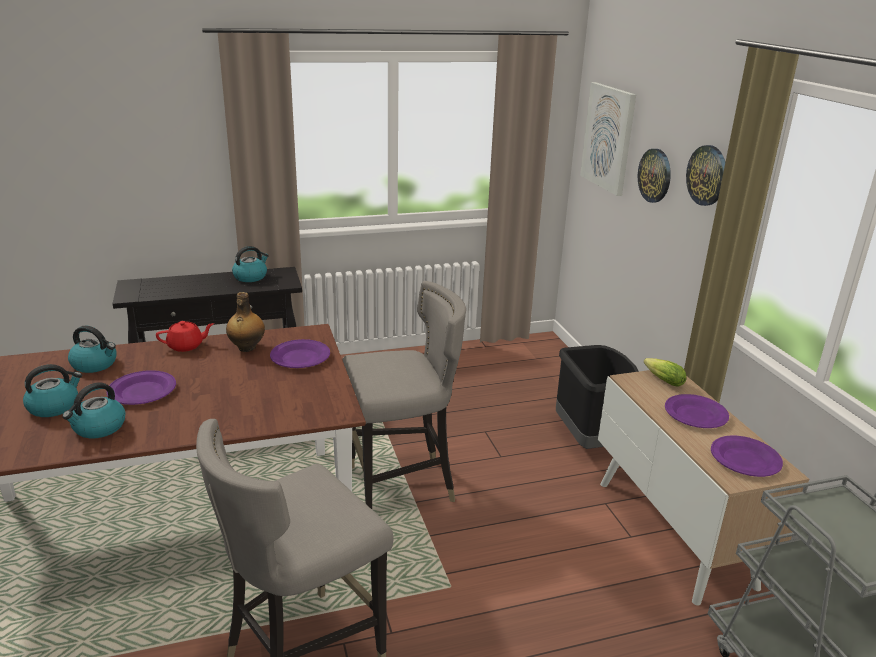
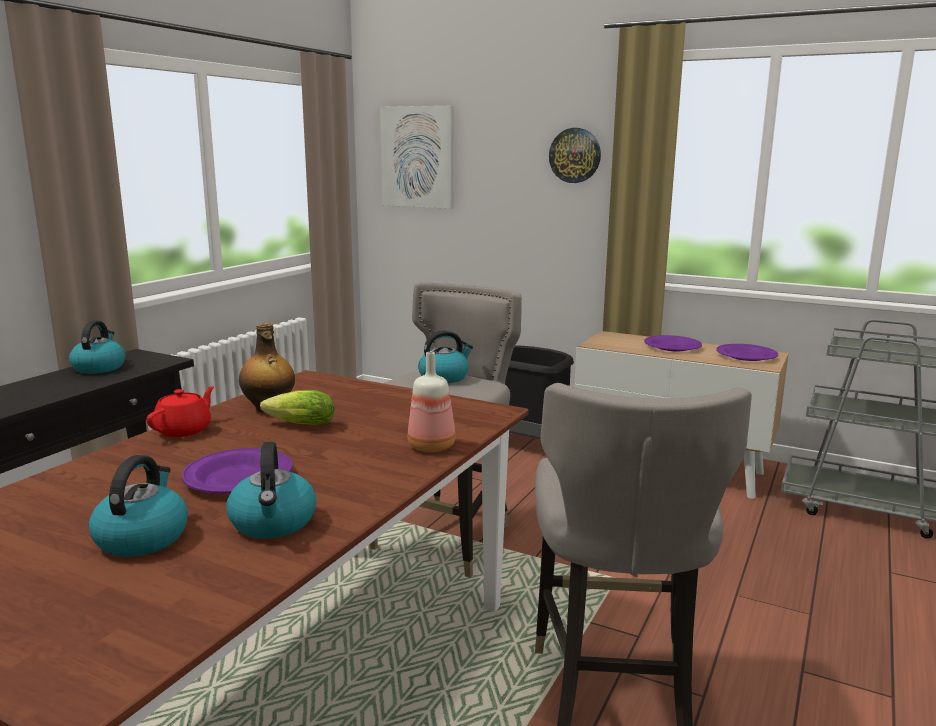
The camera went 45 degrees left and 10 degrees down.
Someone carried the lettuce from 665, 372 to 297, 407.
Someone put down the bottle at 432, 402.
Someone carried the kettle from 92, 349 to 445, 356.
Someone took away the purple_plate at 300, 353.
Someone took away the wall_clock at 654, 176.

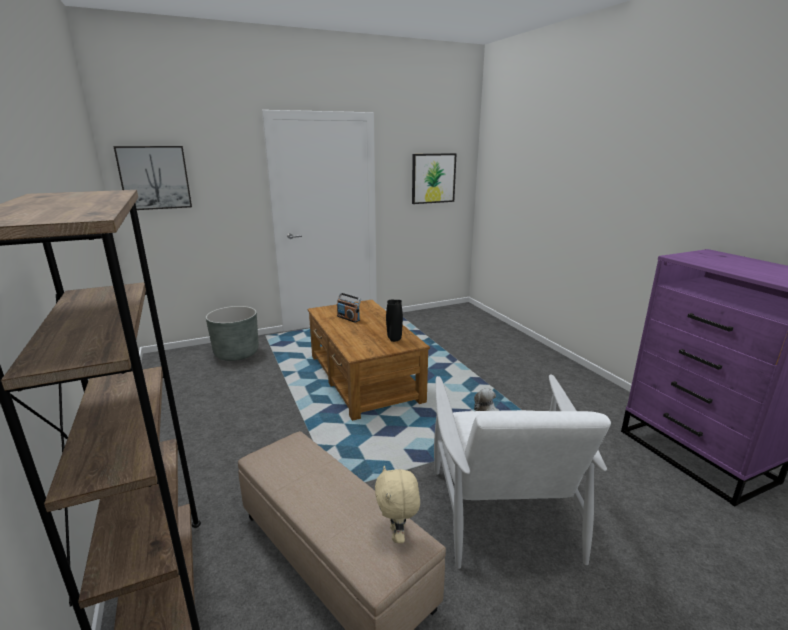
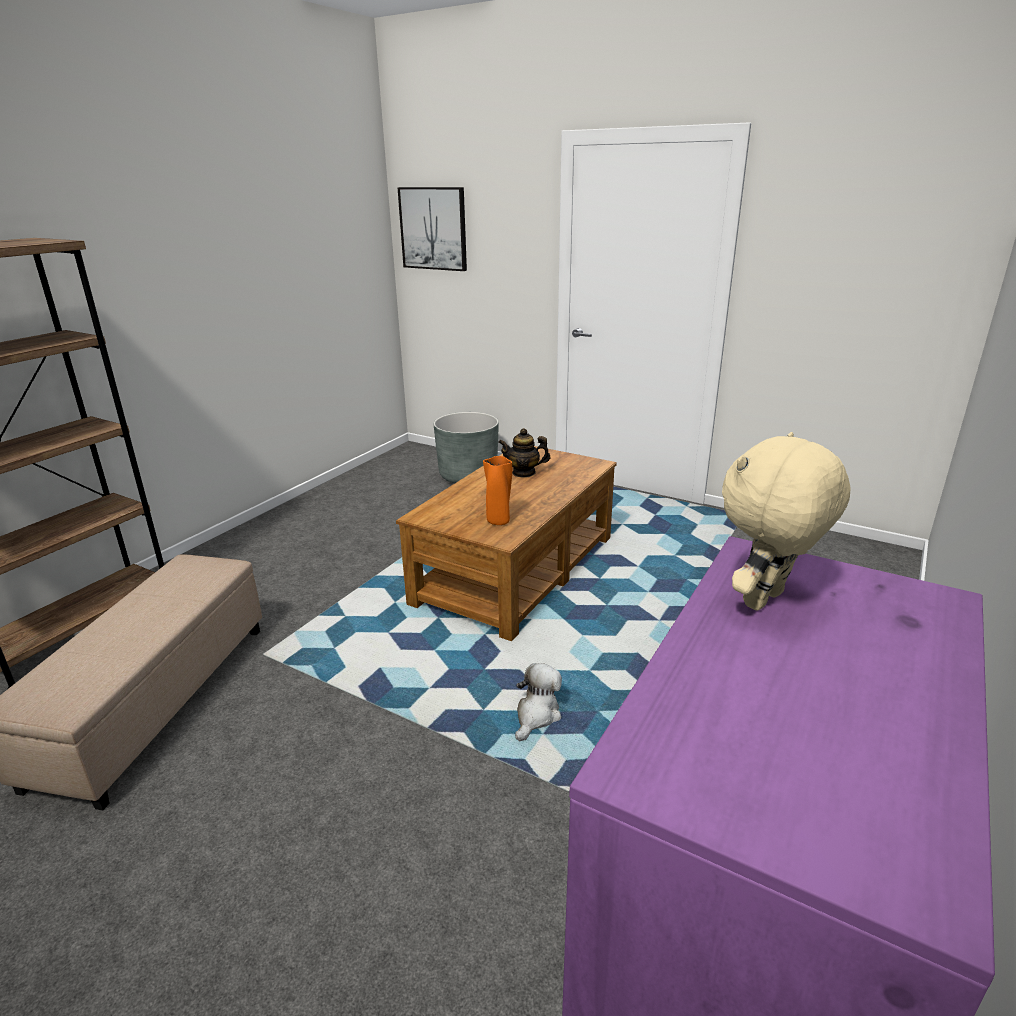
The camera went 55 degrees right and 5 degrees up.
Someone repainted the black_vase at 394, 321, which became the orange_vase at 497, 490.
Someone swapped the radio at 349, 308 for the teapot at 524, 453.
Someone carried the beige_plush_toy from 397, 504 to 786, 521.
Someone took away the picture at 434, 178.
Someone took away the white_armchair at 522, 471.

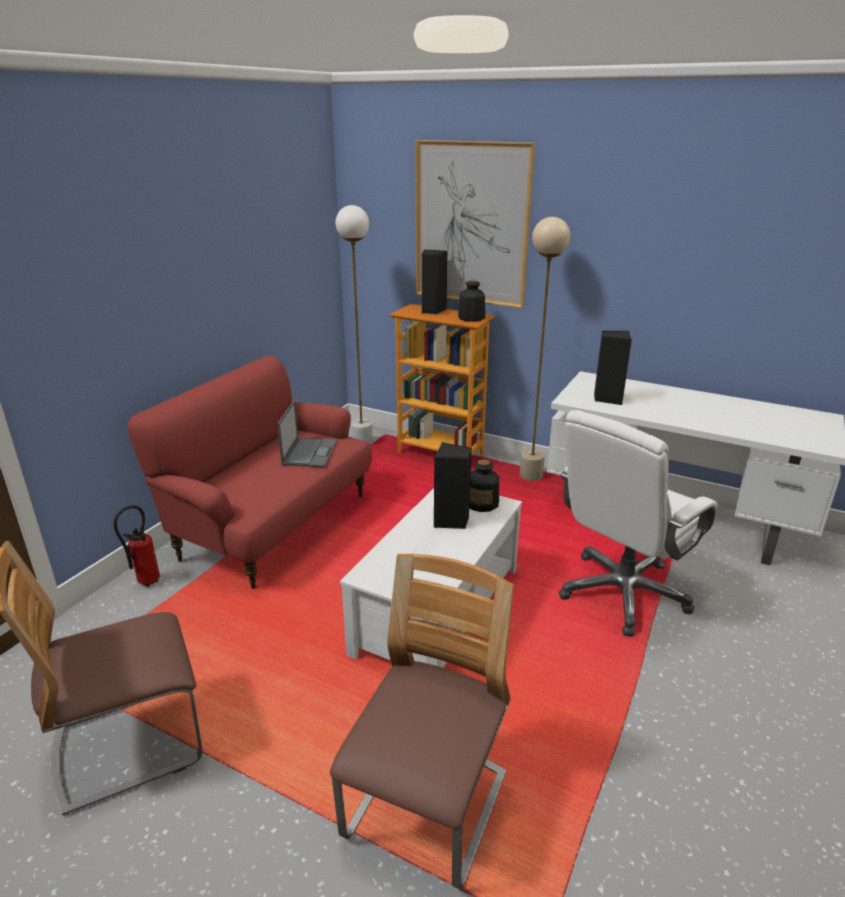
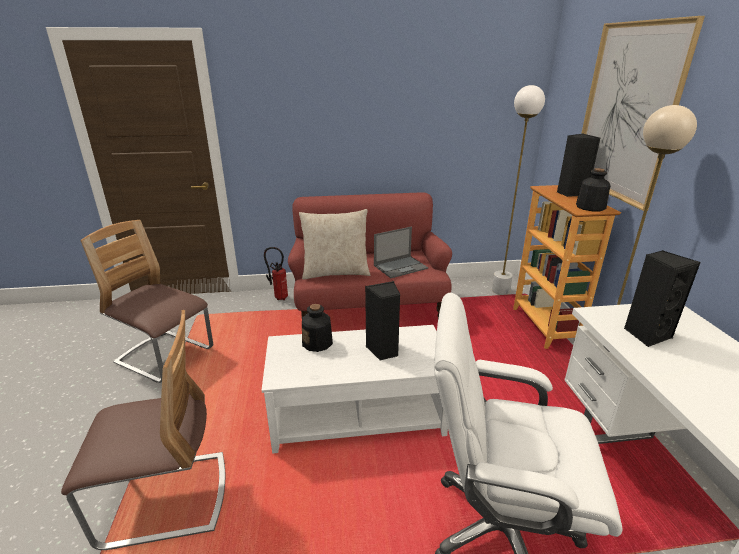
The camera went 55 degrees right and 0 degrees up.
Someone put down the beige_pillow at 334, 244.
Someone carried the bottle from 484, 485 to 317, 328.

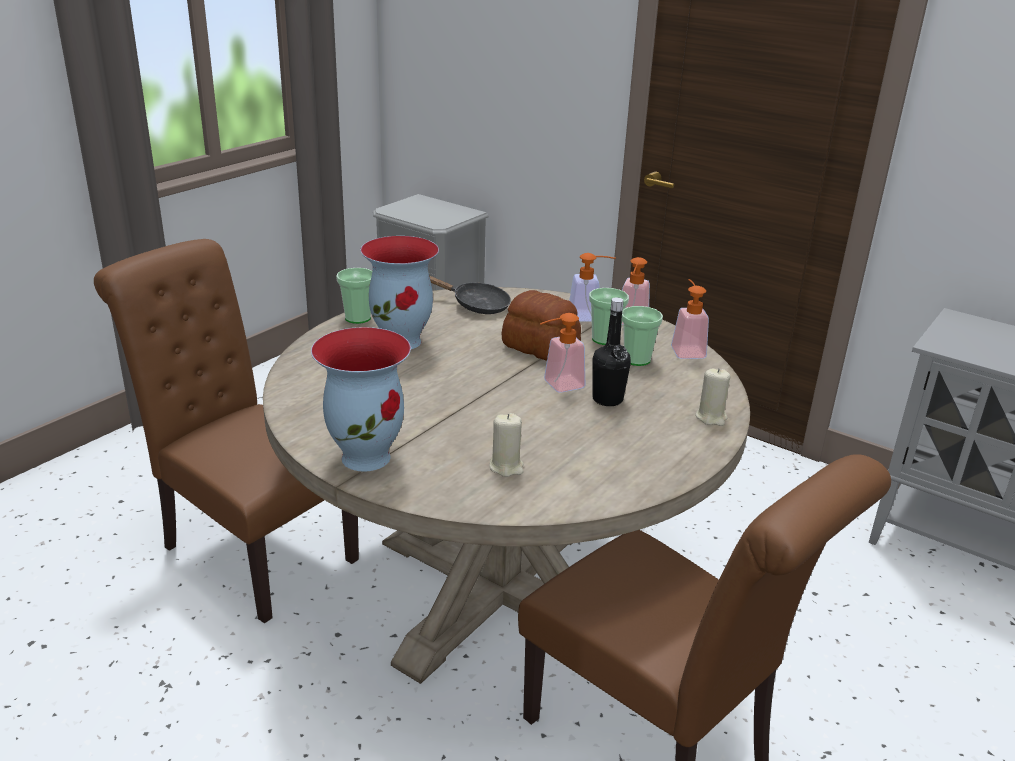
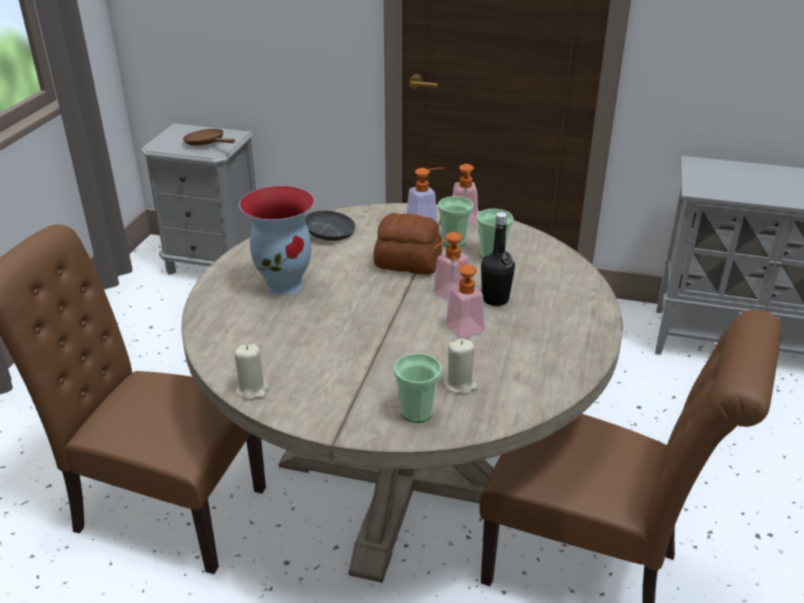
The camera went 20 degrees left and 5 degrees up.
Someone put down the brown_frying_pan at 209, 137.
Someone carried the beige_candle from 712, 397 to 251, 372.
Someone carried the cup from 354, 296 to 417, 388.
Someone carried the soap_dispenser from 690, 319 to 465, 297.
Someone took away the vase at 361, 399.

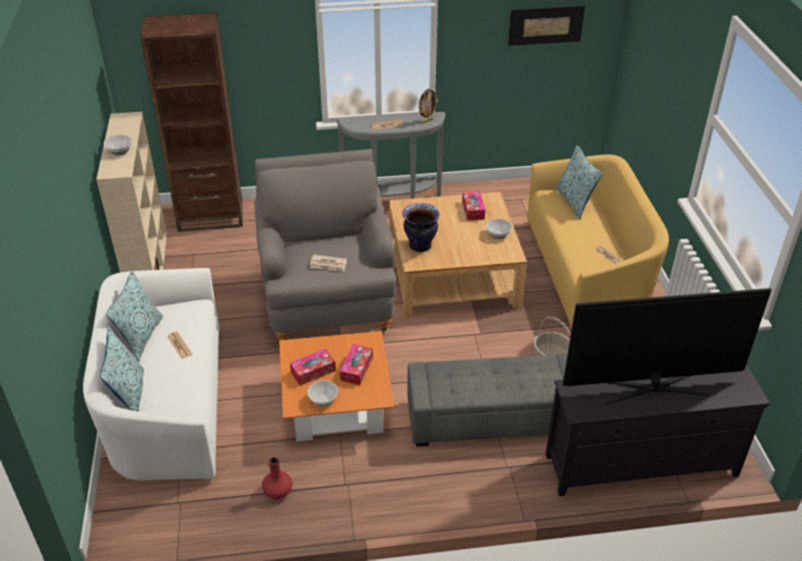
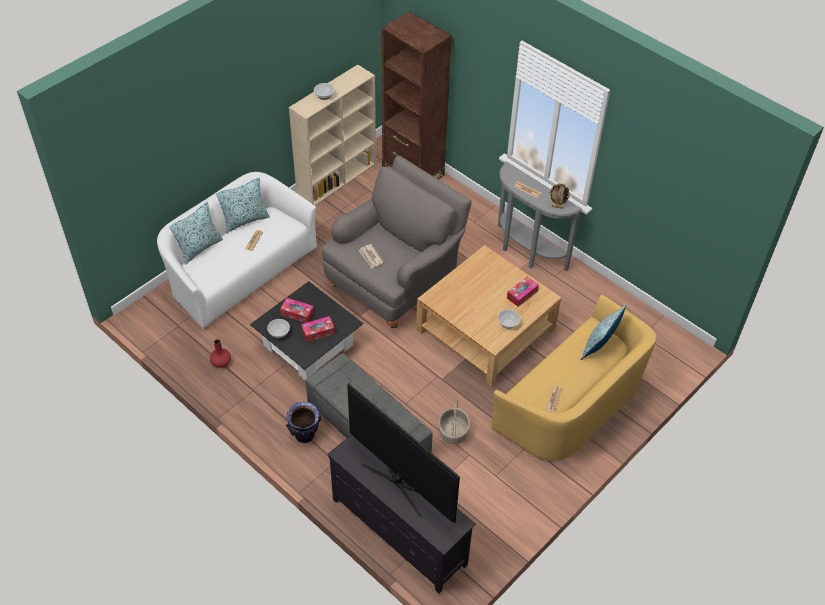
The camera went 50 degrees right and 10 degrees up.
Someone repainted the orange_coffee_table at 337, 386, which became the black_coffee_table at 306, 331.
Someone carried the vase from 421, 227 to 303, 422.
Someone took away the picture at 546, 26.

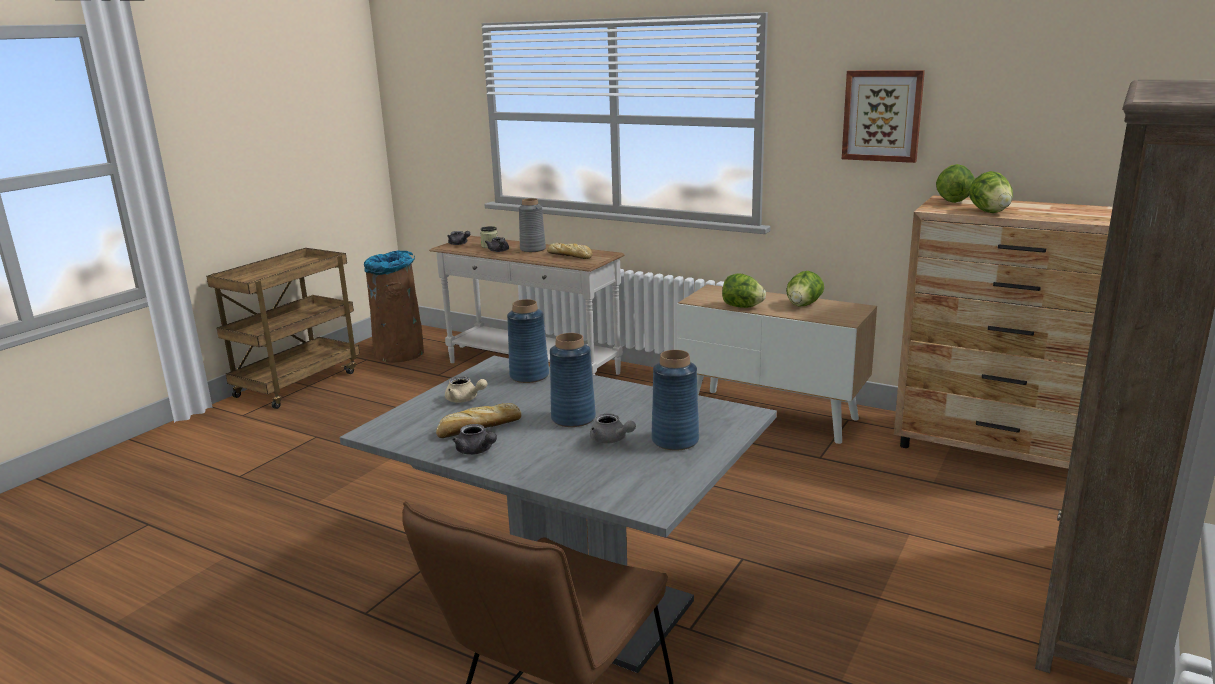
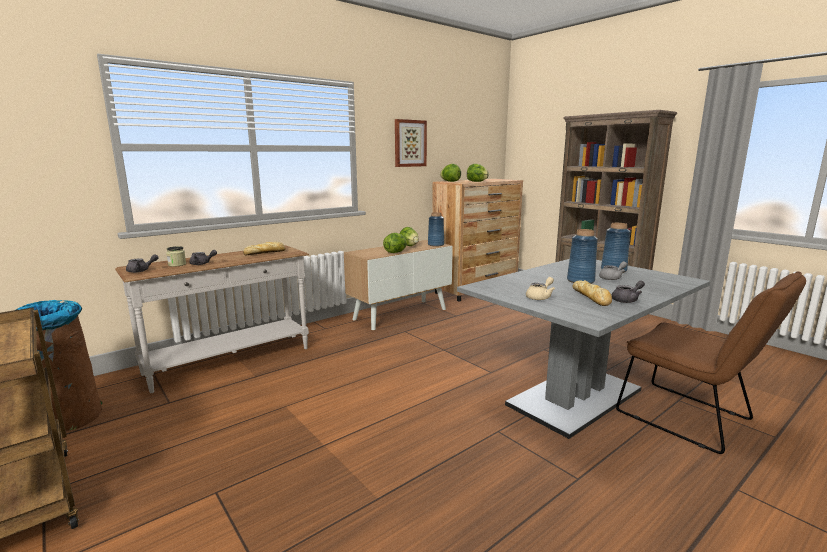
The camera went 70 degrees left and 5 degrees down.
Someone carried the blue_vase from 528, 341 to 436, 229.
Someone took away the grey_vase at 532, 225.

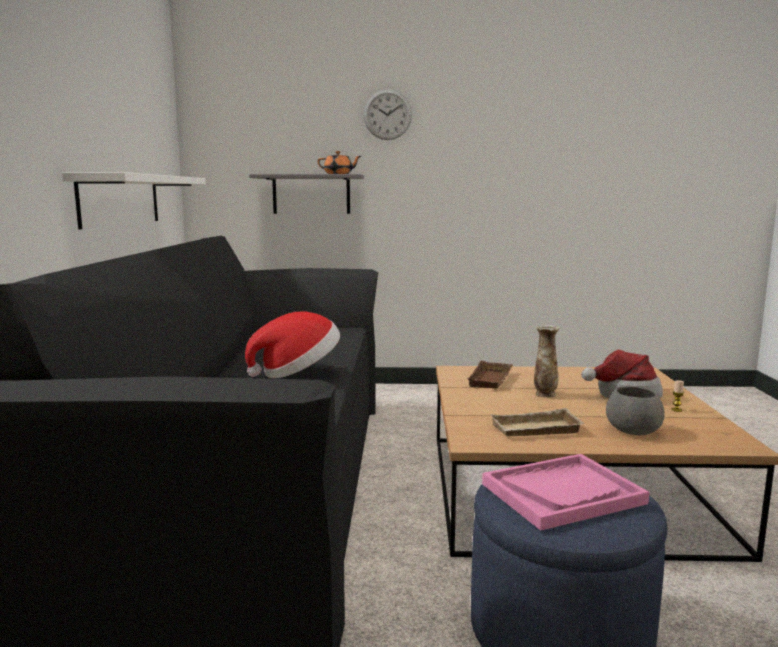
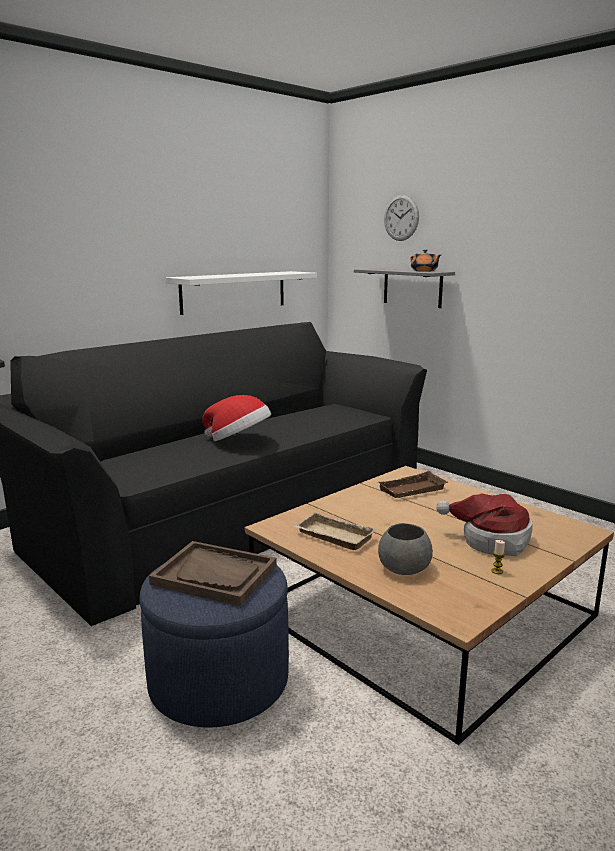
The camera went 45 degrees right and 5 degrees up.
Someone repainted the pink_tray at 565, 492, which became the brown_tray at 213, 573.
Someone carried the wall_clock from 388, 114 to 401, 218.
Someone took away the vase at 547, 361.

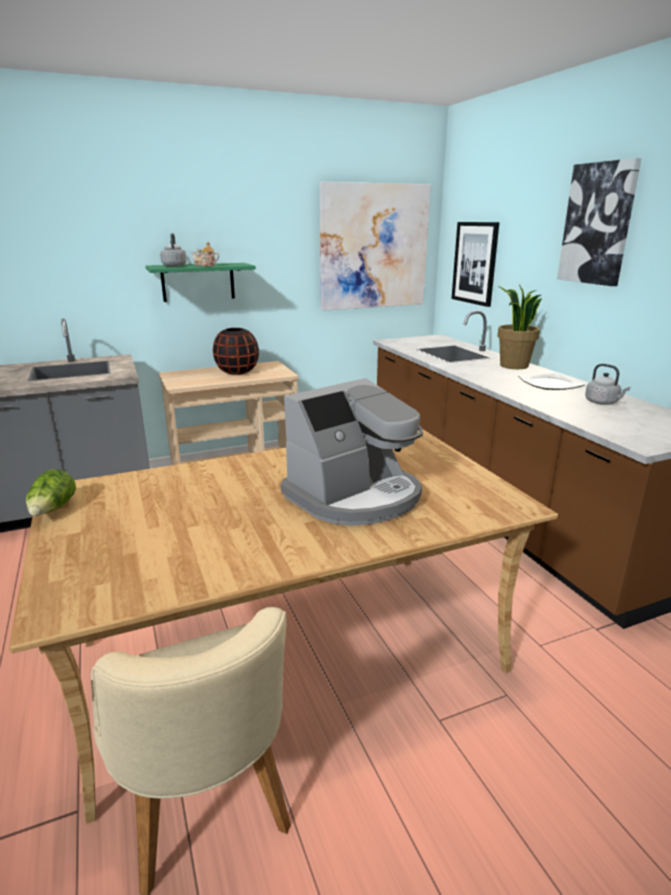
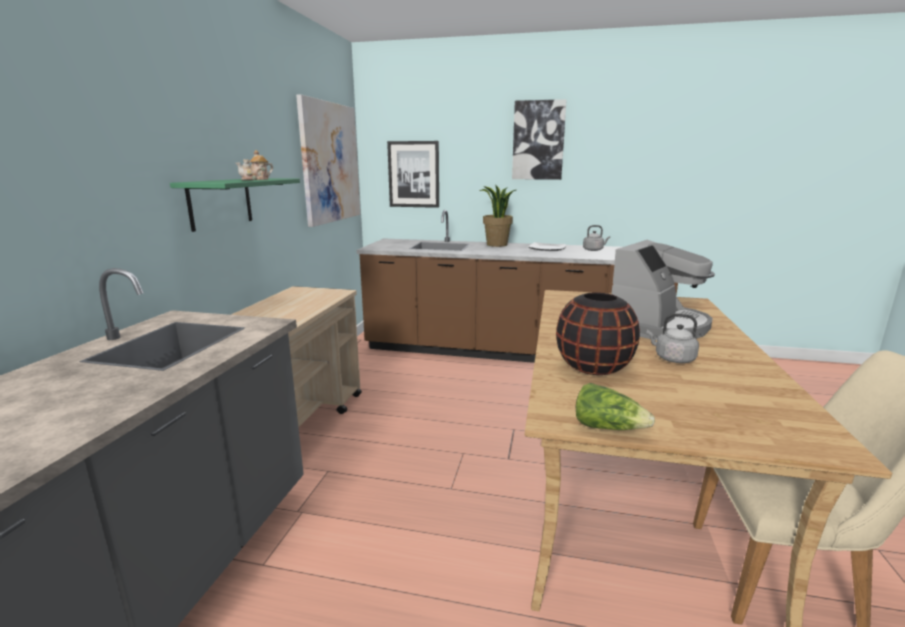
The camera went 55 degrees left and 5 degrees down.
Someone carried the black_vase from 236, 351 to 598, 333.
Someone rotated the coffee_machine at 352, 452 by 45 degrees clockwise.
Someone carried the grey_kettle from 173, 250 to 673, 338.

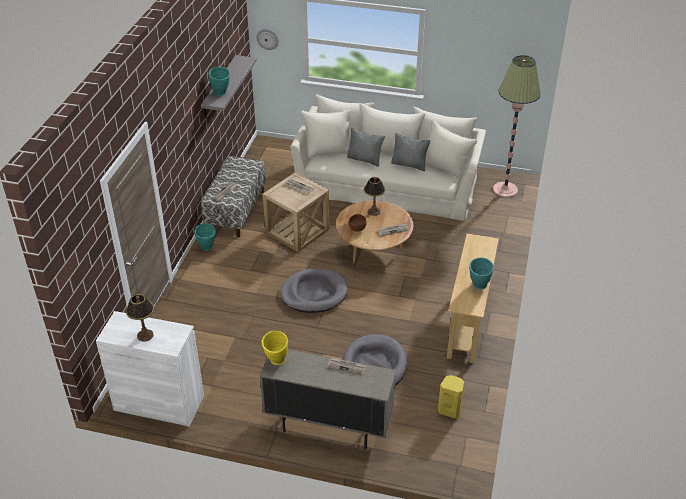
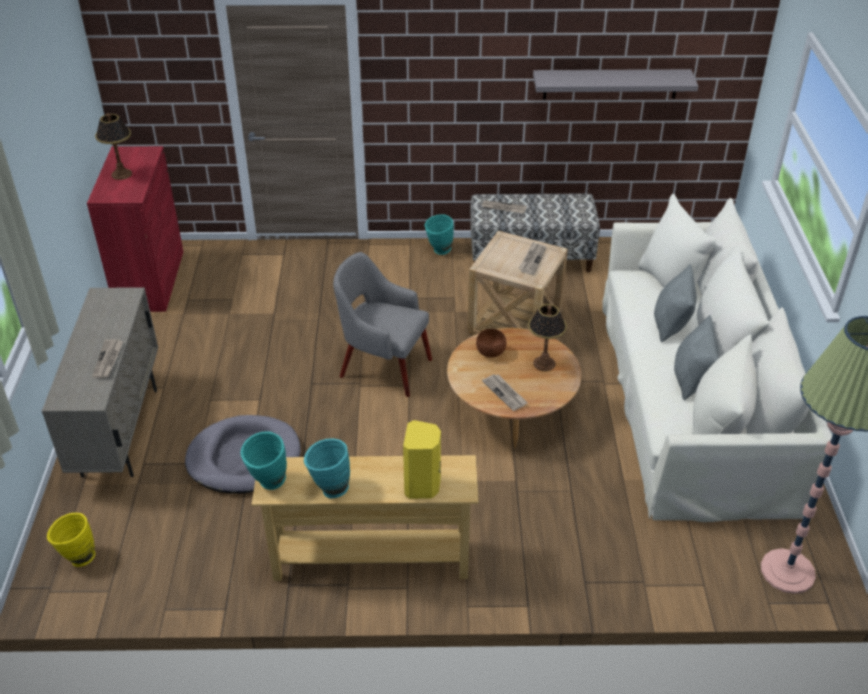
The camera went 75 degrees right and 0 degrees up.
Someone carried the yellow_vase from 275, 348 to 71, 540.
Someone repainted the white_cabinet at 150, 369, which became the red_cabinet at 135, 229.
Someone carried the turquoise_vase from 219, 81 to 263, 460.
Someone swapped the grey_dog_bed at 314, 290 for the grey_armchair at 382, 324.
Someone carried the yellow_speaker from 451, 397 to 422, 459.
Someone took away the wall_clock at 267, 39.

